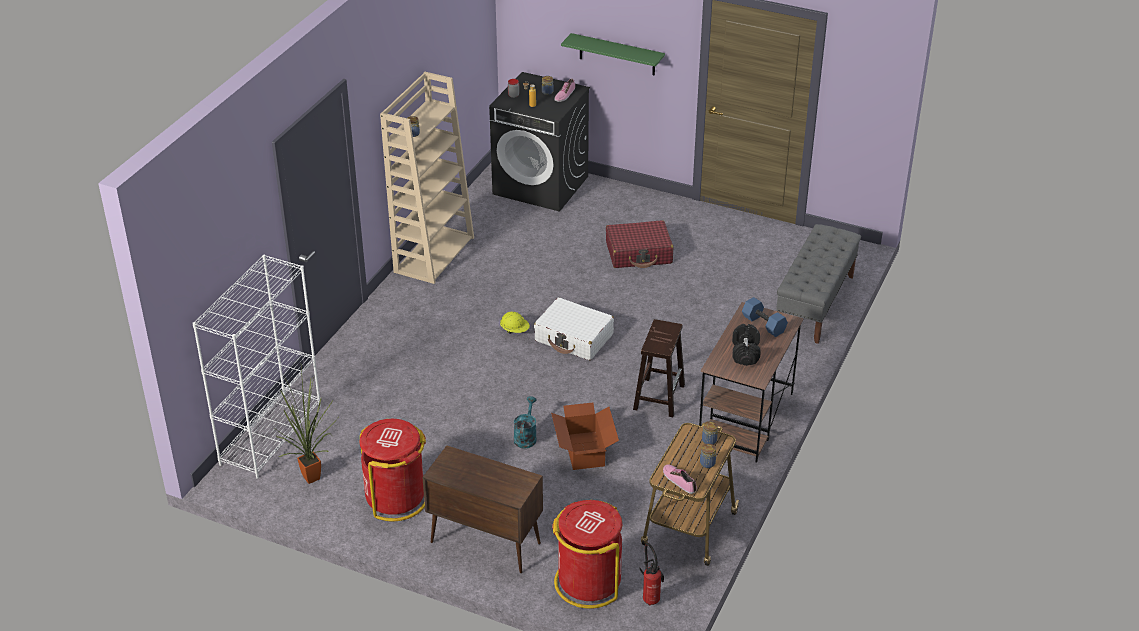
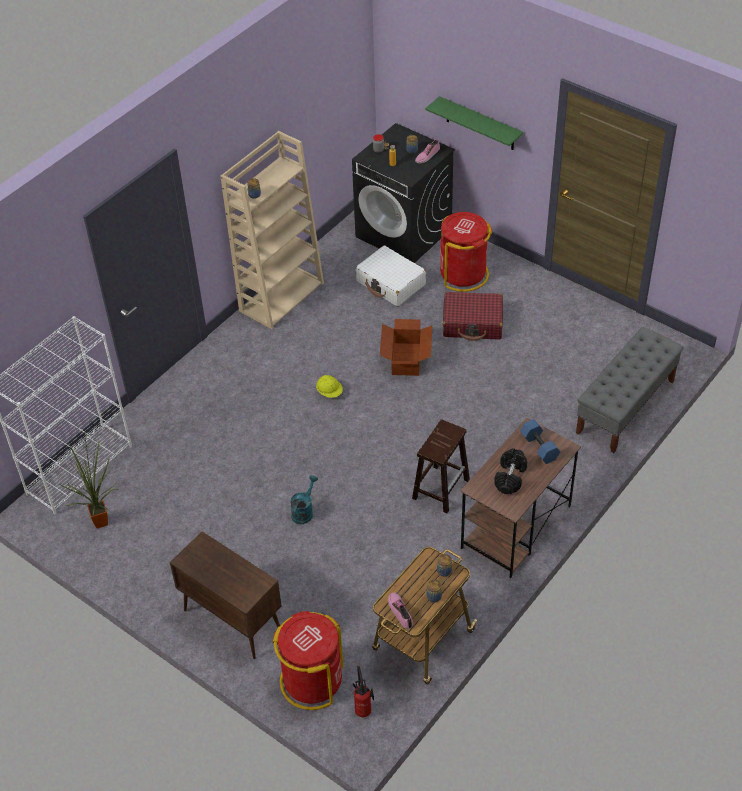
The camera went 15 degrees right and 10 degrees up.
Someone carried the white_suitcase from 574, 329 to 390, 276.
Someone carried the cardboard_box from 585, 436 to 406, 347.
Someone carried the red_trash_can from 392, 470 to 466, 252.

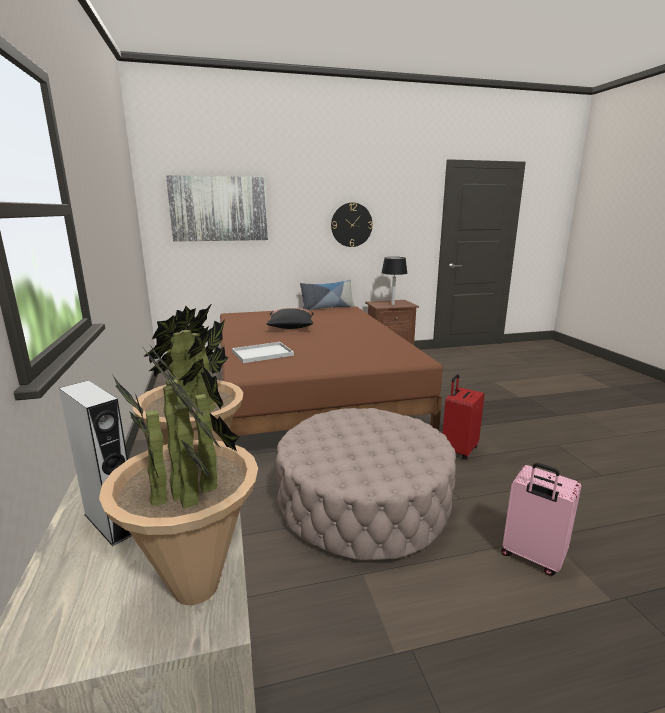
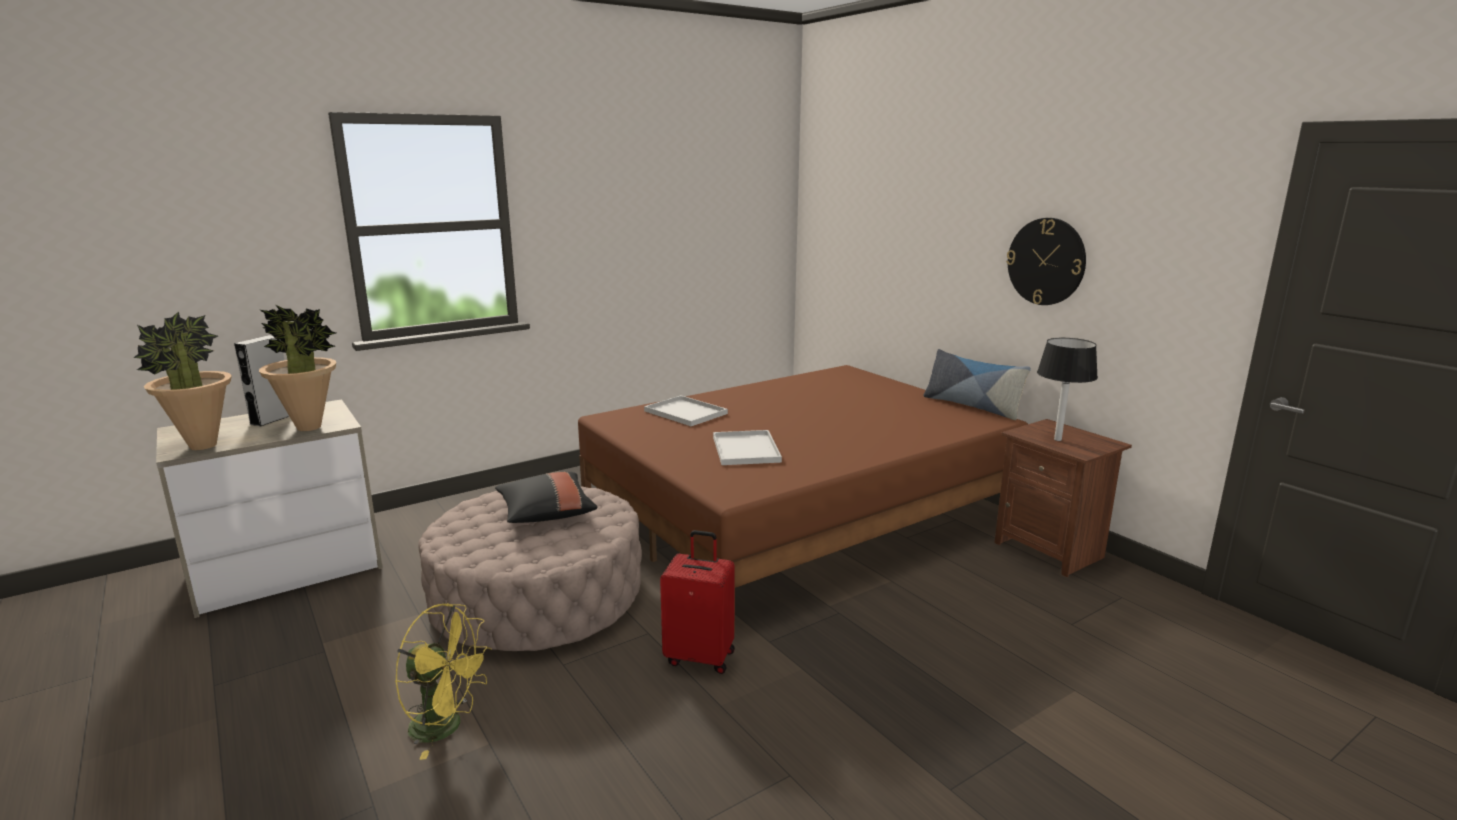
The camera went 70 degrees right and 0 degrees up.
Someone swapped the pink_suitcase at 541, 519 for the yellow_fan at 443, 681.
Someone carried the black_pillow from 290, 318 to 546, 497.
Someone put down the white_tray at 747, 447.
Someone took away the picture at 217, 208.

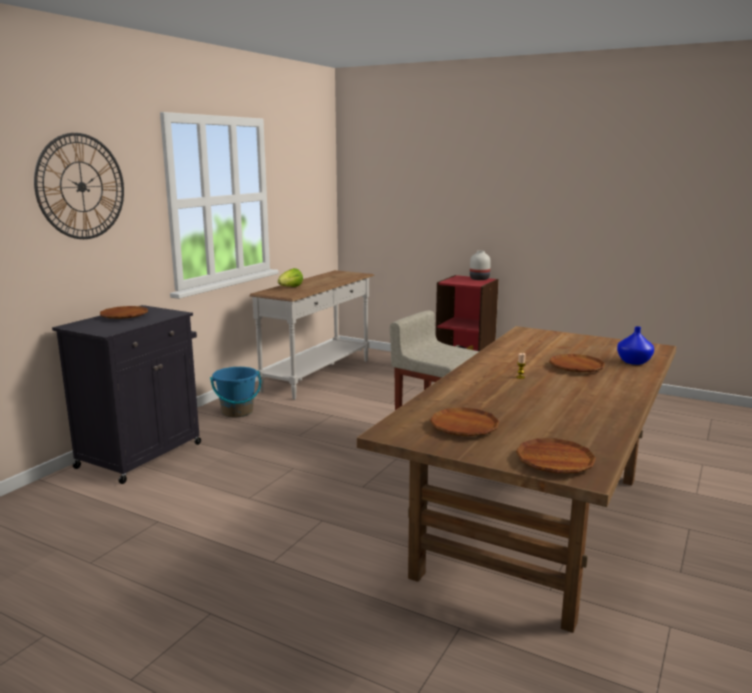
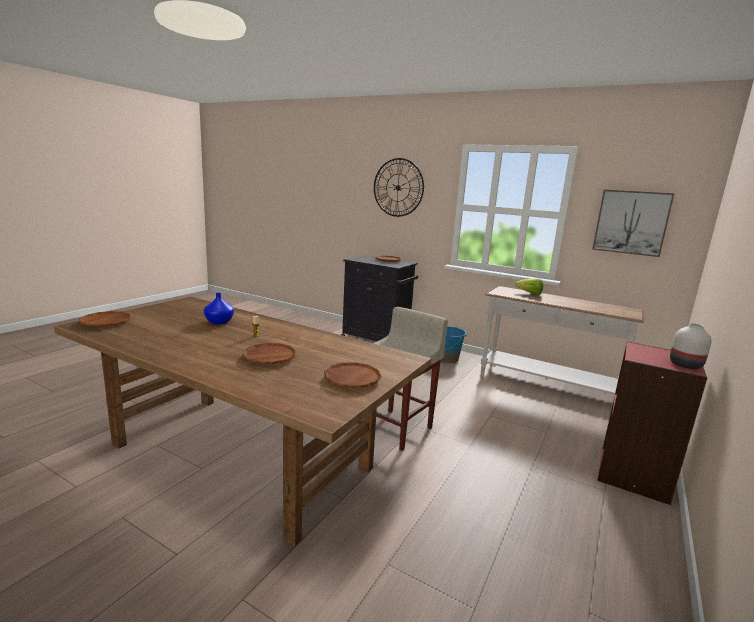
The camera went 90 degrees right and 0 degrees up.
Someone carried the blue_vase from 635, 345 to 219, 308.
Someone carried the brown_plate from 464, 421 to 353, 375.
Someone put up the picture at 633, 223.

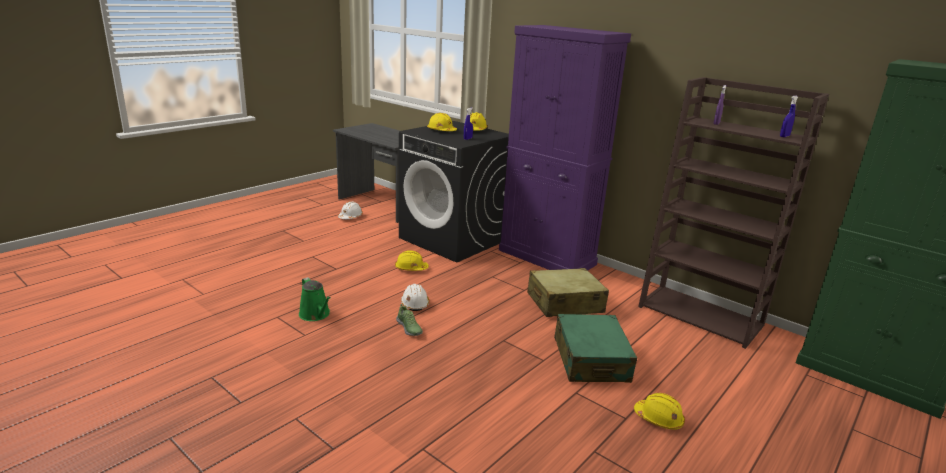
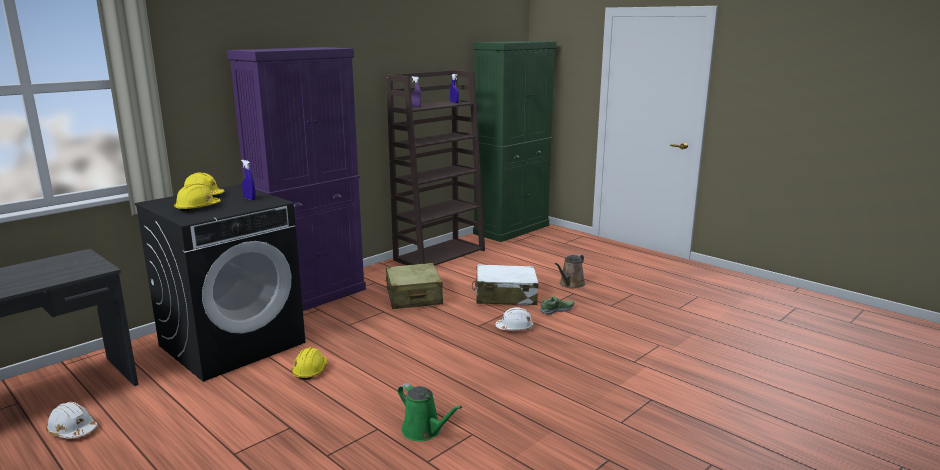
The camera went 85 degrees left and 5 degrees down.
Someone rotated the green_watering_can at 315, 299 by 75 degrees clockwise.
Someone repainted the green_suitcase at 595, 348, which became the white_suitcase at 505, 284.
Someone carried the white_hard_hat from 415, 297 to 514, 319.
Someone carried the shoe from 409, 320 to 557, 305.
Someone swapped the yellow_hard_hat at 659, 411 for the brown_watering_can at 570, 271.

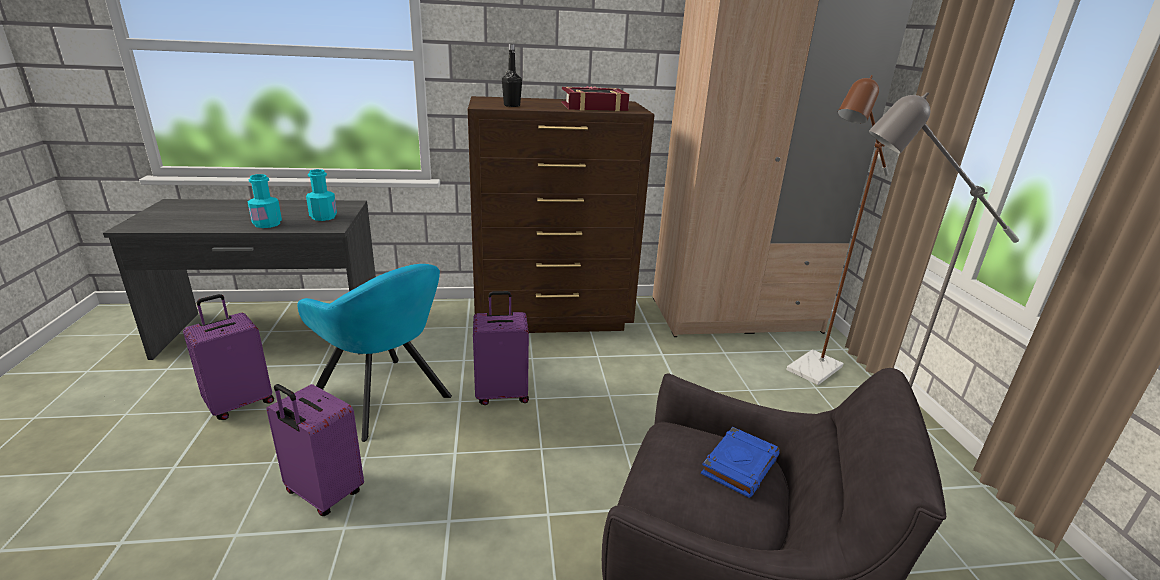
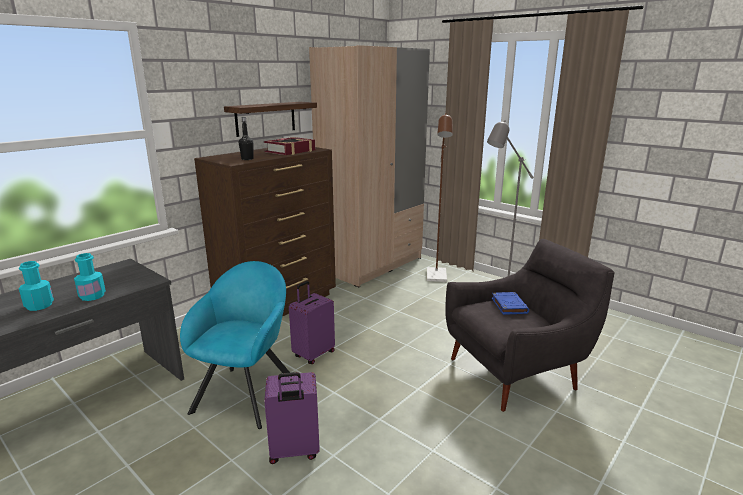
The camera went 40 degrees left and 5 degrees down.
Someone carried the turquoise_bottle from 321, 195 to 36, 286.
Someone rotated the turquoise_armchair at 374, 353 by 75 degrees counterclockwise.
Someone put up the shelf at 270, 119.
Someone took away the purple_suitcase at 228, 357.

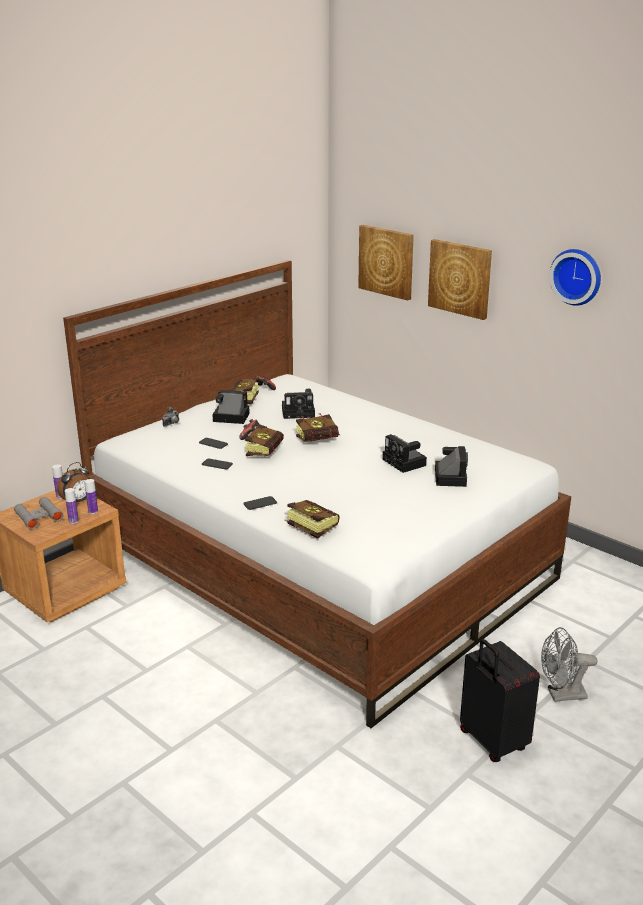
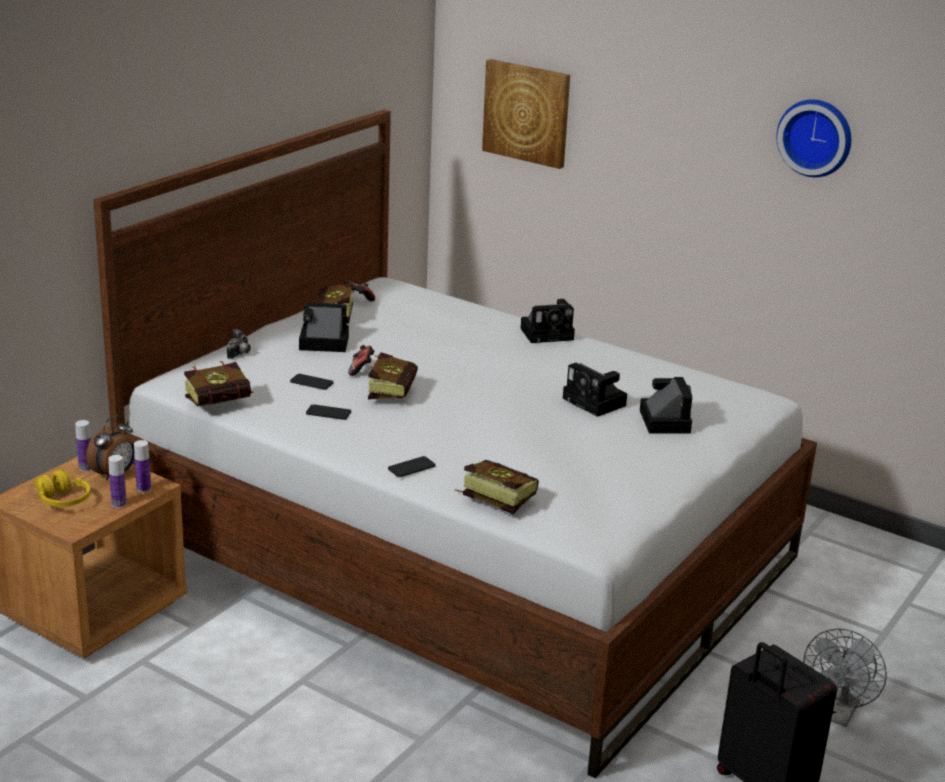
The camera went 10 degrees left and 0 degrees up.
Someone swapped the grey_binoculars at 39, 513 for the yellow_headphones at 62, 488.
Someone carried the book from 318, 427 to 219, 383.
Someone carried the photo_camera from 298, 404 to 547, 321.
Someone rotated the grey_fan at 569, 664 by 45 degrees counterclockwise.
Someone took away the picture at 460, 279.

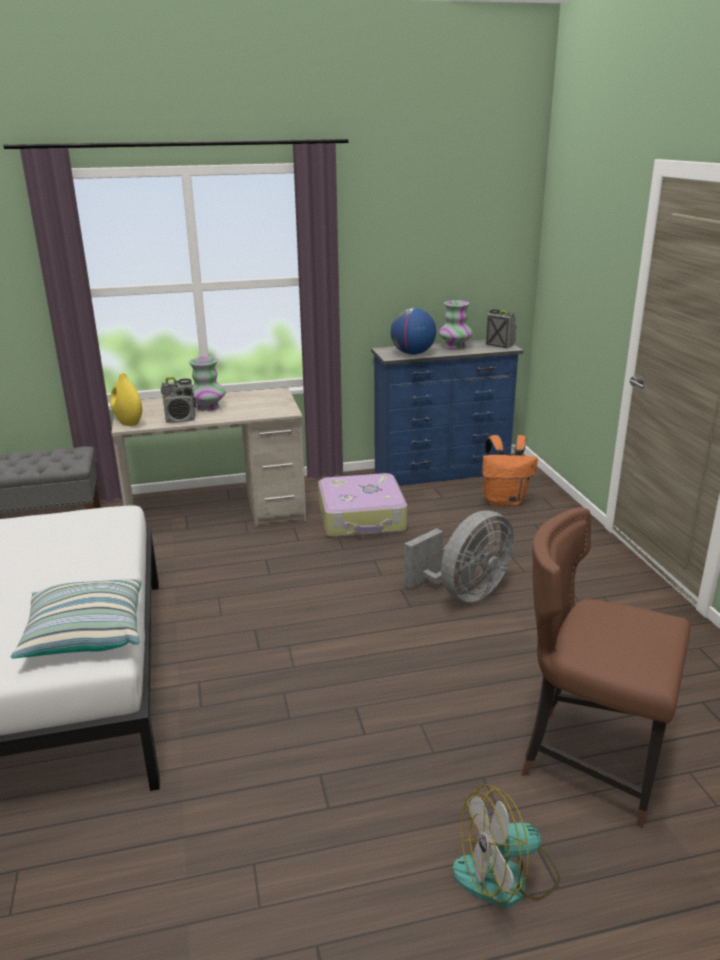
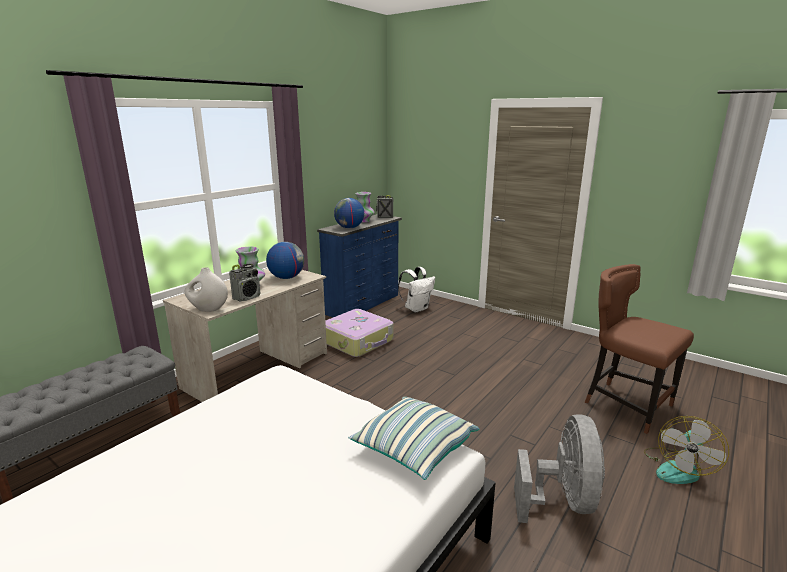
The camera went 40 degrees left and 5 degrees down.
Someone repainted the yellow_vase at 126, 399, which became the white_vase at 206, 289.
Someone put down the globe at 285, 260.
Someone repainted the orange_backpack at 510, 470, which became the white_backpack at 416, 289.
Someone carried the grey_fan from 459, 556 to 559, 468.
Someone rotated the brown_chair at 606, 667 by 60 degrees clockwise.

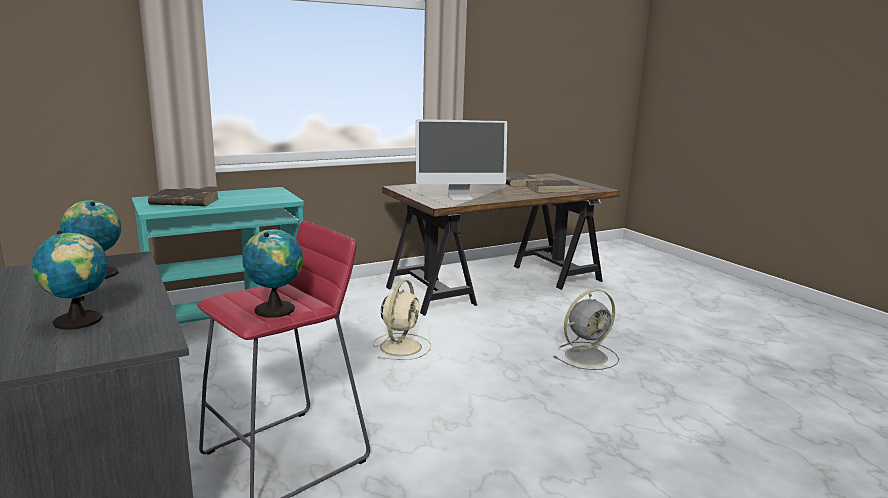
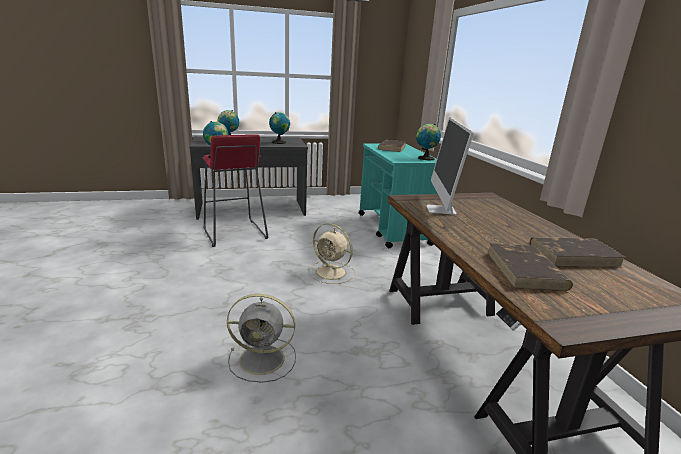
The camera went 105 degrees right and 5 degrees up.
Someone rotated the grey_fan at 586, 329 by 75 degrees counterclockwise.
Someone put down the globe at 428, 142.

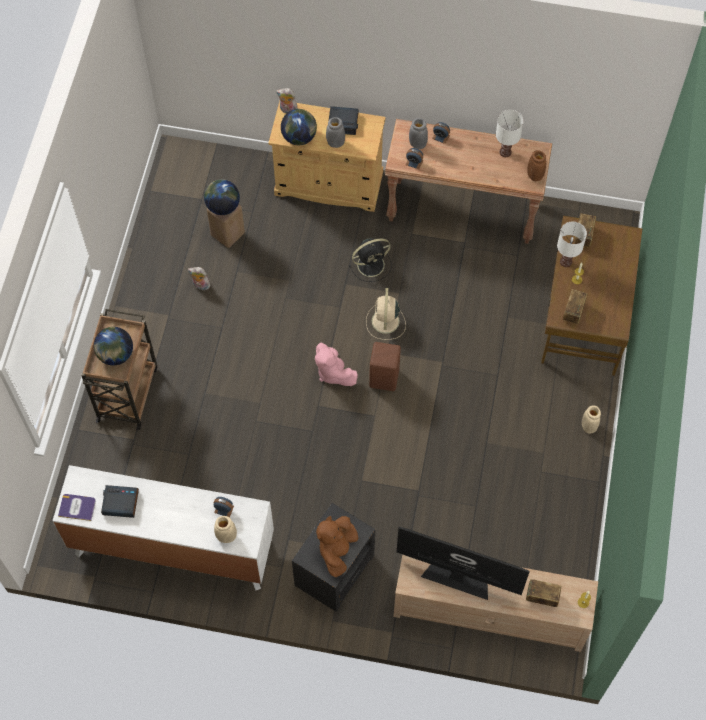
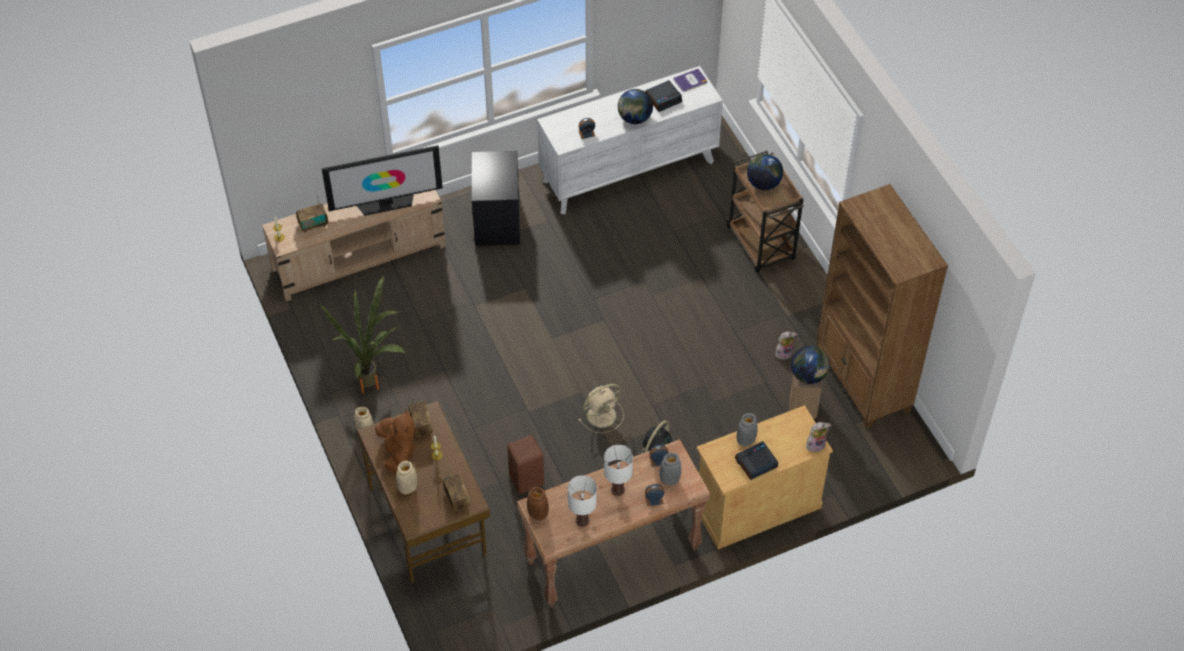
The camera went 145 degrees right and 10 degrees down.
Someone put down the potted_plant at 362, 334.
Someone carried the brown_plush_toy from 337, 546 to 395, 441.
Someone carried the beige_vase from 225, 529 to 406, 477.
Someone carried the brown_stool from 385, 366 to 525, 464.
Someone rotated the beige_fan at 386, 314 by 90 degrees clockwise.
Someone carried the white_table_lamp from 572, 244 to 618, 470.
Someone carried the globe from 299, 127 to 635, 106.
Someone put down the brown_bookcase at 882, 306.
Someone took away the pink_plush_toy at 336, 364.

